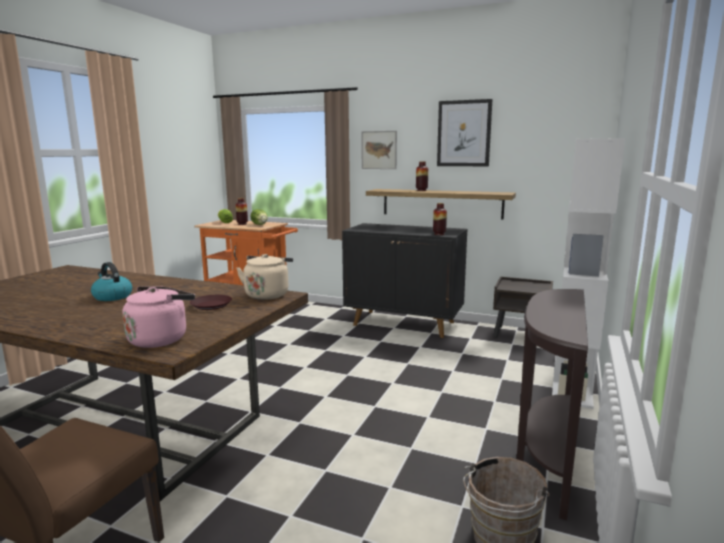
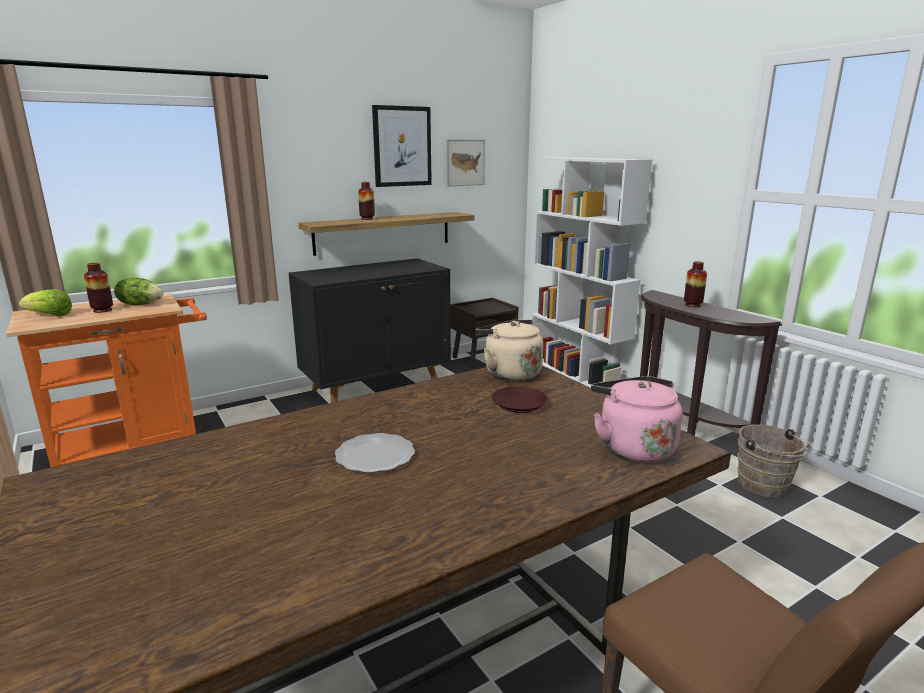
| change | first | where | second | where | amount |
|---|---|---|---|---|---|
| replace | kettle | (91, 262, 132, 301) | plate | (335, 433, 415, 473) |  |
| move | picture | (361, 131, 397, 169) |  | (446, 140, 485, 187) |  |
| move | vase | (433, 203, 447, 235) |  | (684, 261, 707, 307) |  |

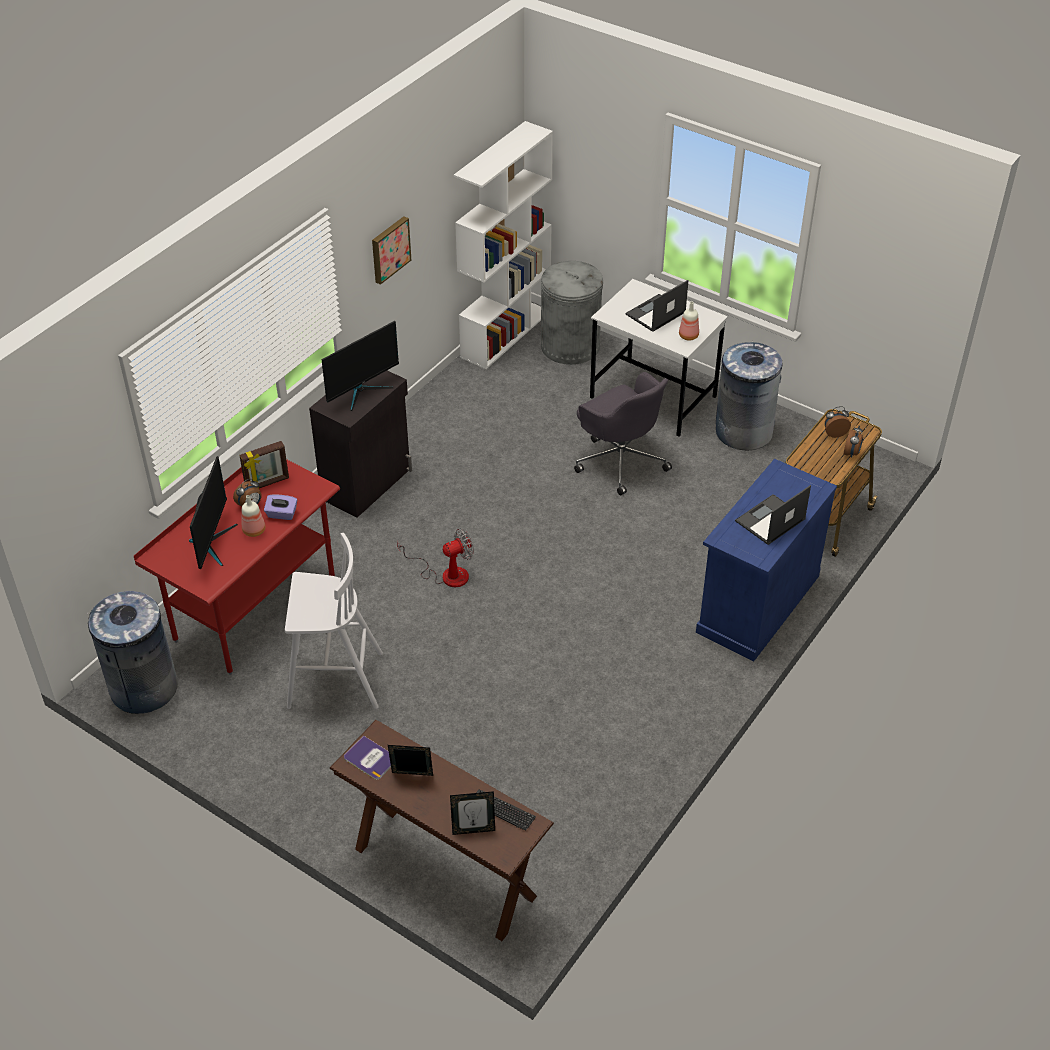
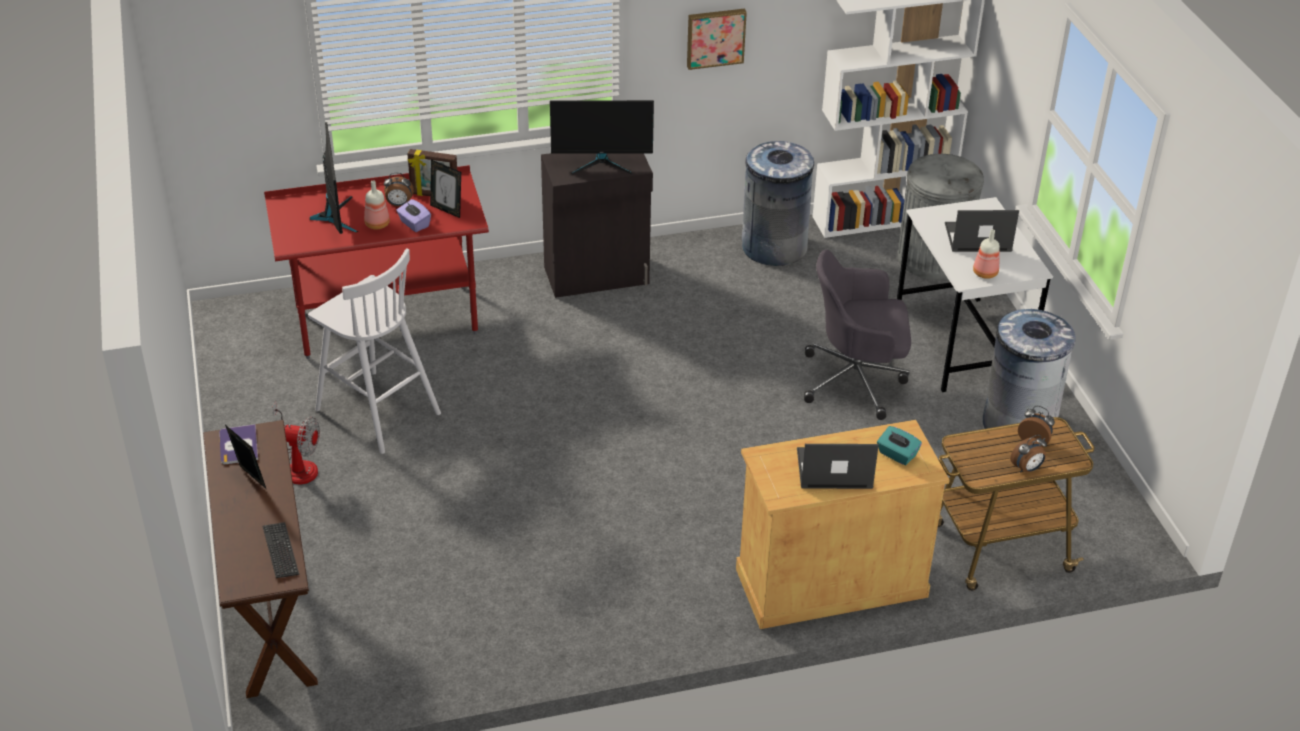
| change | first | where | second | where | amount |
|---|---|---|---|---|---|
| move | grey trash can | (87, 591, 178, 714) |  | (742, 141, 814, 266) |  |
| rotate | monitor | (189, 456, 238, 569) |  | (310, 122, 358, 234) | 60 degrees counterclockwise |
| move | fan | (397, 528, 474, 587) |  | (272, 402, 320, 484) |  |
| move | picture frame | (450, 791, 495, 835) |  | (430, 160, 461, 218) |  |
| rotate | grey office chair | (574, 372, 672, 495) |  | (804, 249, 911, 420) | 90 degrees clockwise |
| recolor | blue cabinet | (696, 459, 837, 661) | beige cabinet | (736, 420, 950, 629) |  |
| insert |  |  | turquoise tissue box | (877, 426, 922, 465) |  |

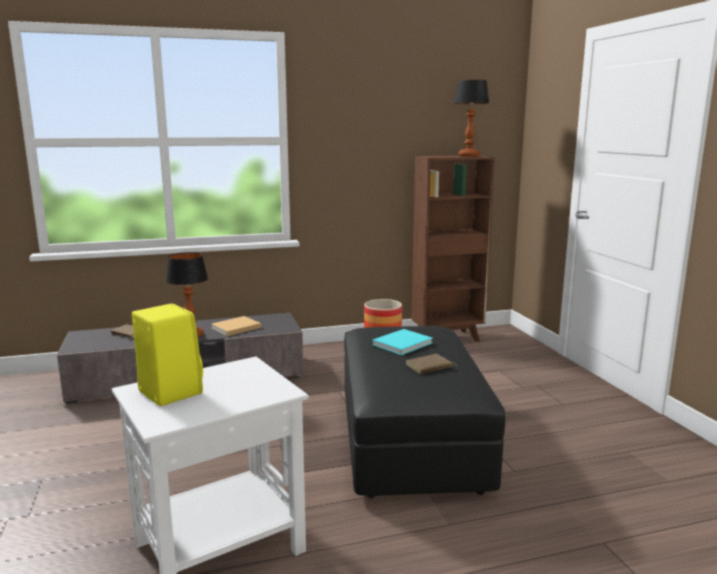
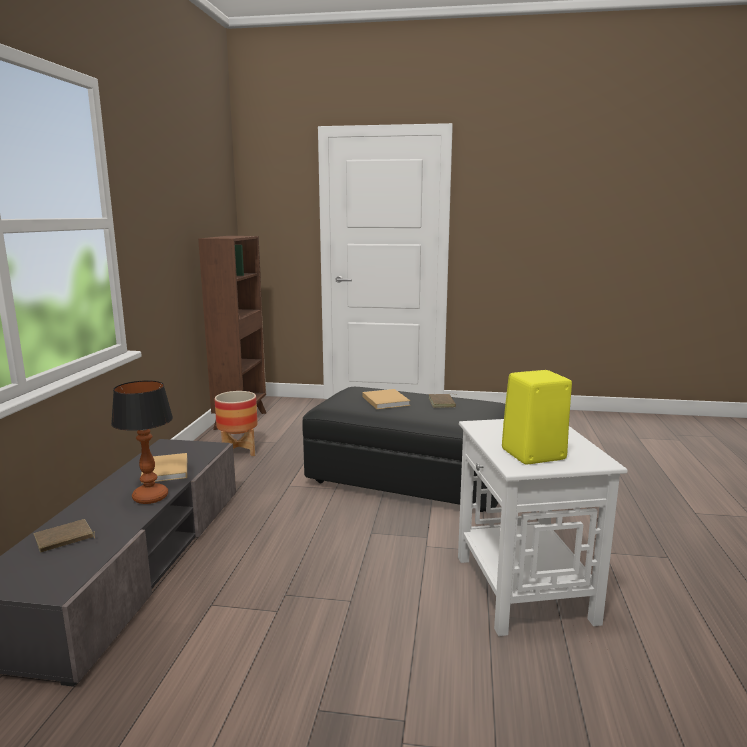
| change | first | where | second | where | amount |
|---|---|---|---|---|---|
| recolor | turquoise book | (372, 329, 433, 355) | beige book | (362, 389, 410, 409) |  |
| delete | table lamp | (454, 80, 489, 157) |  |  |  |

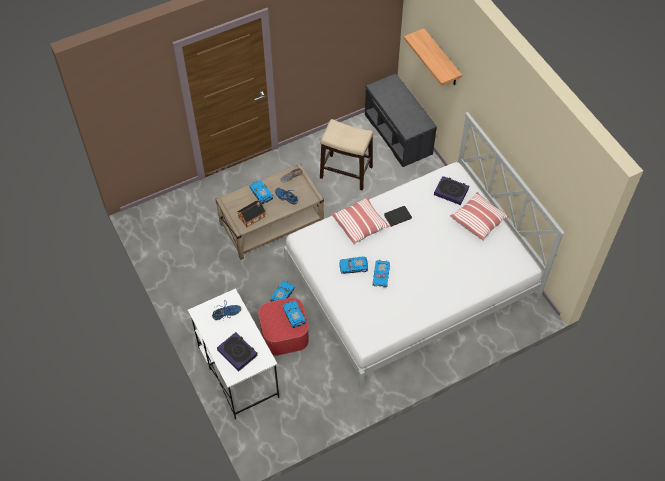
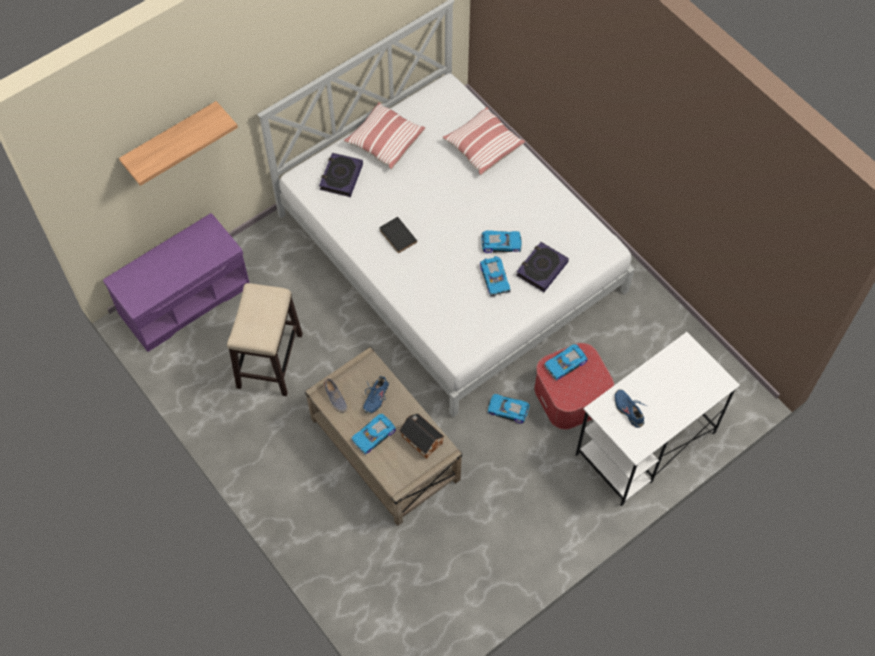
| change | first | where | second | where | amount |
|---|---|---|---|---|---|
| move | book | (217, 332, 258, 371) |  | (516, 242, 569, 292) |  |
| move | pillow | (332, 197, 389, 245) |  | (443, 107, 525, 175) |  |
| recolor | grey bench | (365, 74, 437, 167) | purple bench | (103, 213, 249, 352) |  |

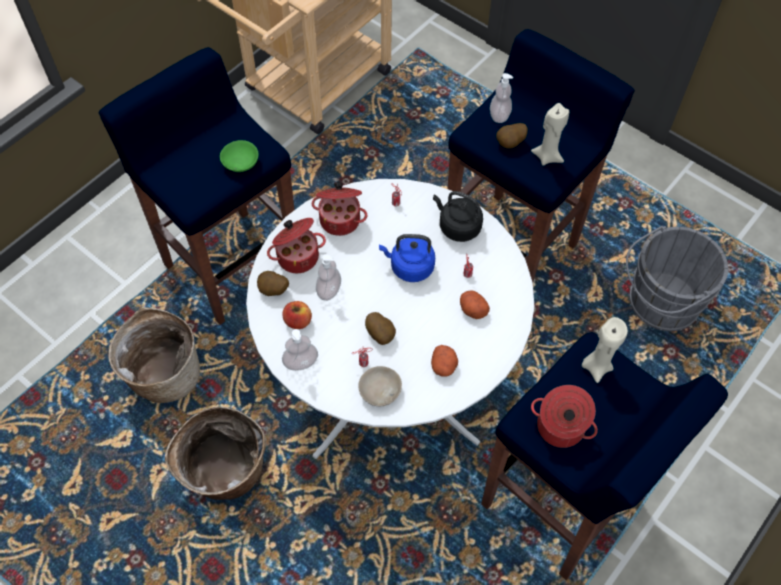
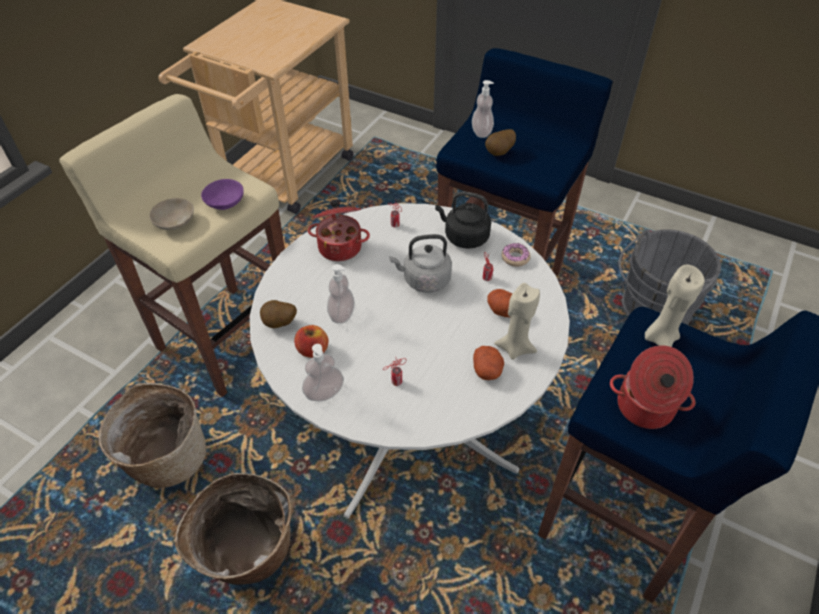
| change | first | where | second | where | amount |
|---|---|---|---|---|---|
| recolor | blue stool | (99, 47, 294, 325) | beige stool | (59, 94, 285, 397) |  |
| recolor | green bowl | (220, 140, 259, 172) | purple bowl | (201, 179, 244, 210) |  |
| delete | cooking pot | (267, 218, 326, 273) |  |  |  |
| move | beige bowl | (359, 366, 402, 406) |  | (149, 198, 194, 230) |  |
| delete | potato | (365, 312, 396, 345) |  |  |  |
| recolor | blue kettle | (379, 234, 435, 282) | grey kettle | (389, 234, 452, 293) |  |
| move | beige candle | (531, 103, 569, 166) |  | (494, 283, 540, 360) |  |
| insert |  |  | donut | (502, 243, 530, 267) |  |

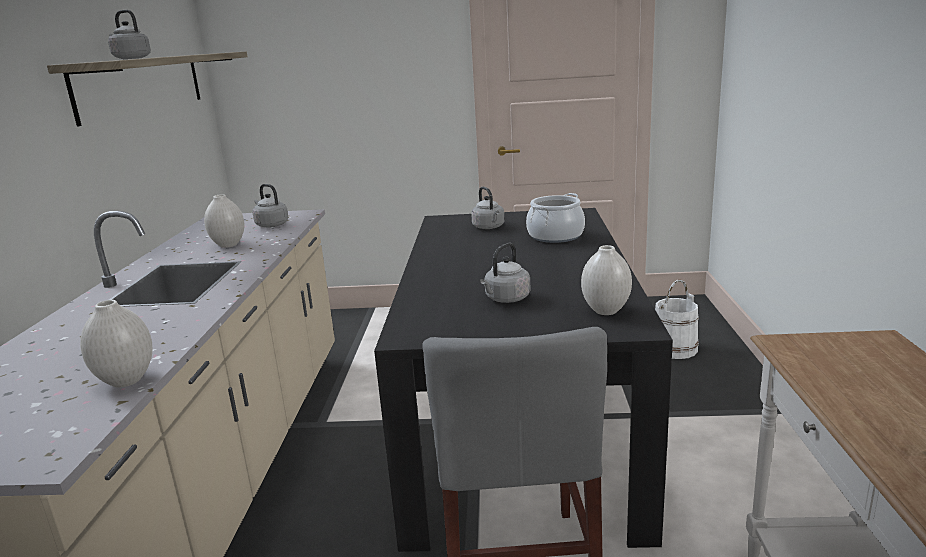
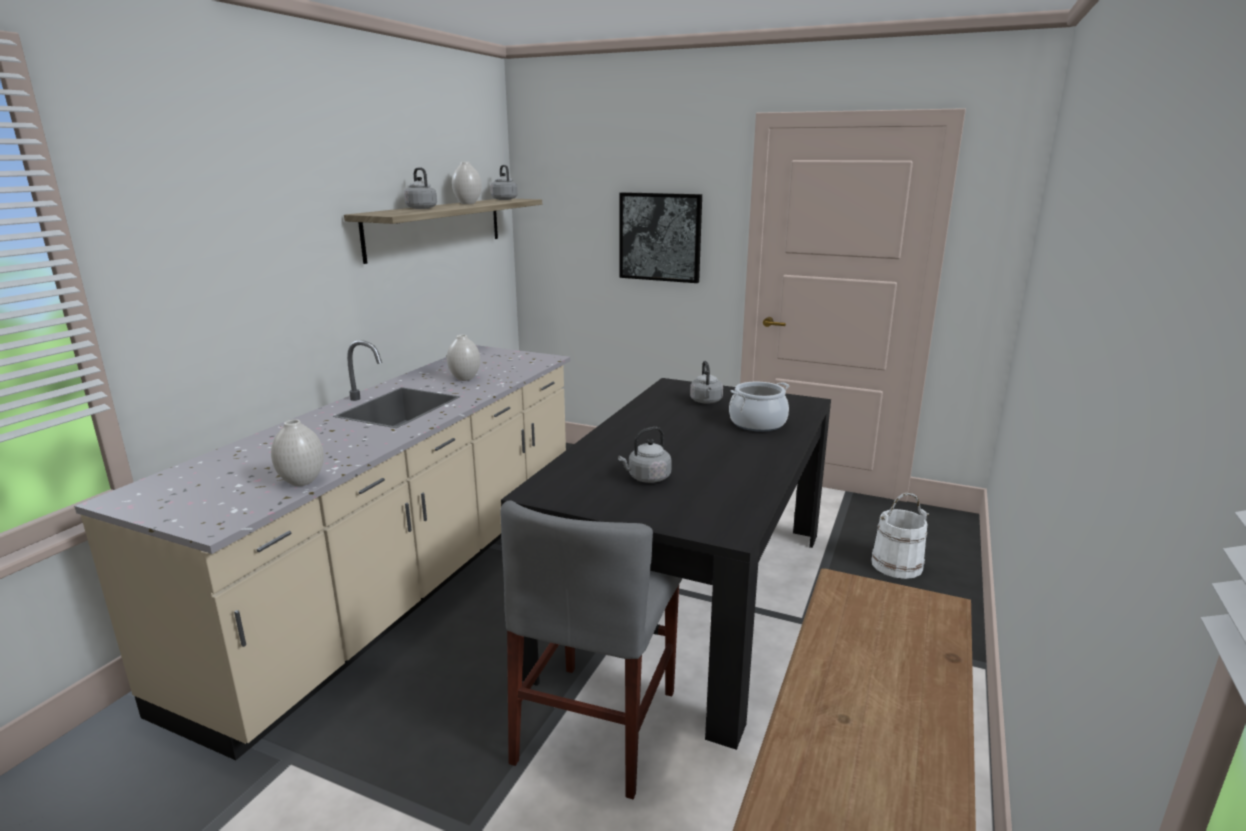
| change | first | where | second | where | amount |
|---|---|---|---|---|---|
| move | grey kettle | (252, 184, 288, 228) |  | (490, 165, 518, 200) |  |
| move | white vase | (581, 245, 632, 315) |  | (452, 162, 482, 204) |  |
| insert |  |  | picture | (619, 192, 702, 283) |  |

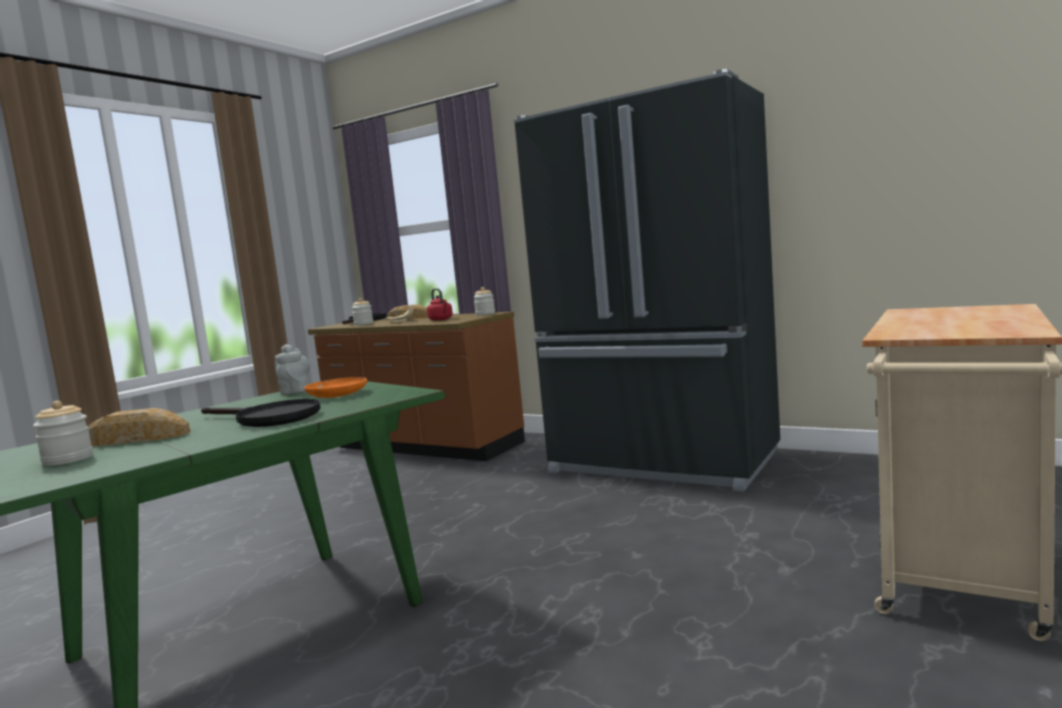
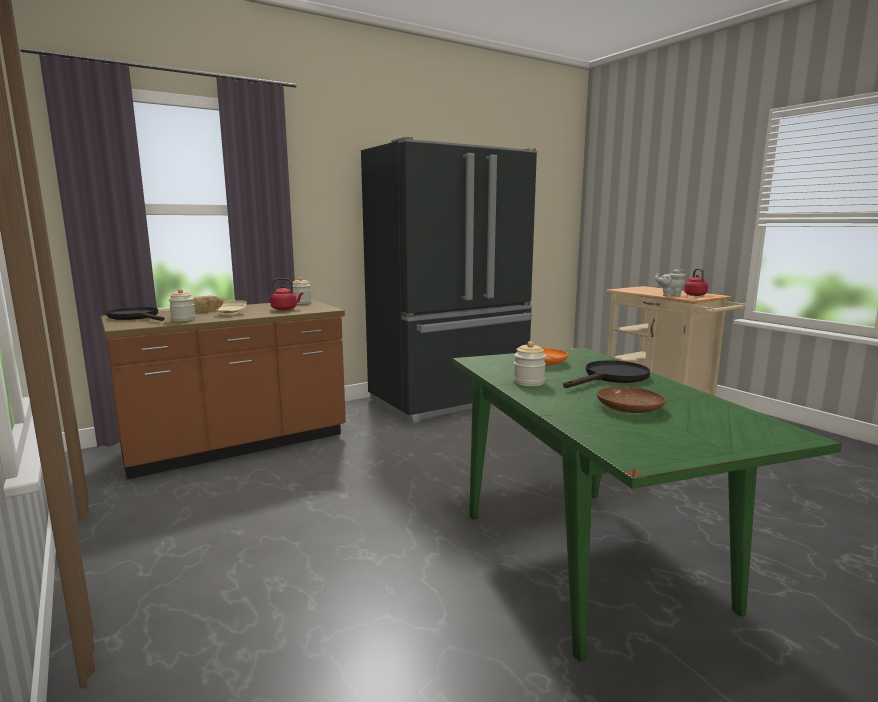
| change | first | where | second | where | amount |
|---|---|---|---|---|---|
| move | jar | (33, 401, 93, 466) |  | (514, 341, 546, 386) |  |
| replace | bread | (88, 408, 190, 446) | brown plate | (597, 386, 666, 413) |  |
| move | grey teapot | (275, 344, 310, 395) |  | (655, 269, 685, 297) |  |
| insert |  |  | red kettle | (684, 268, 708, 296) |  |

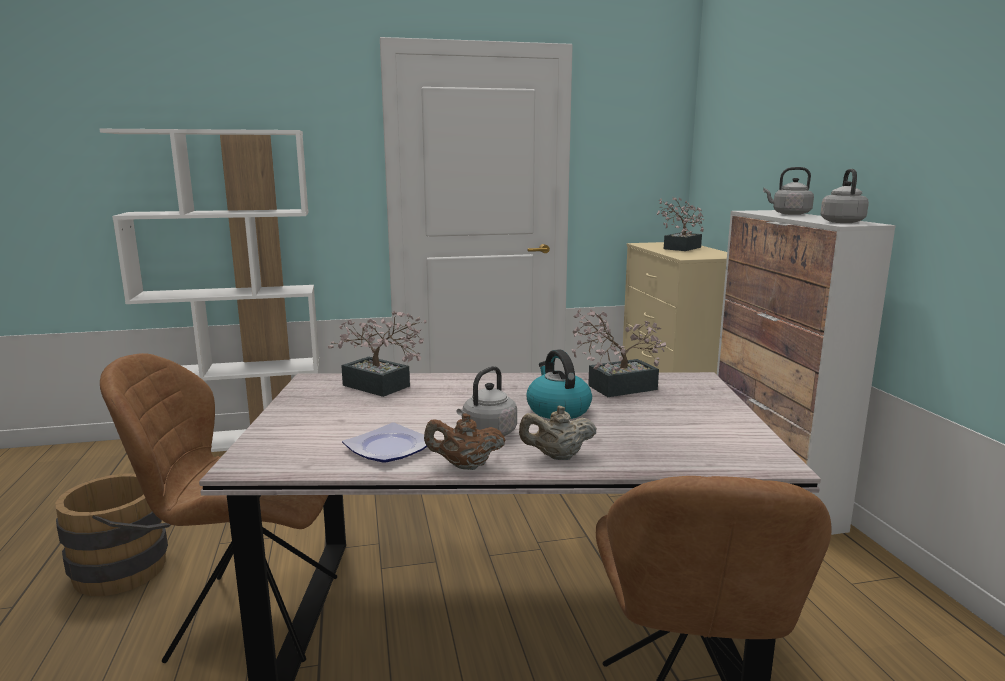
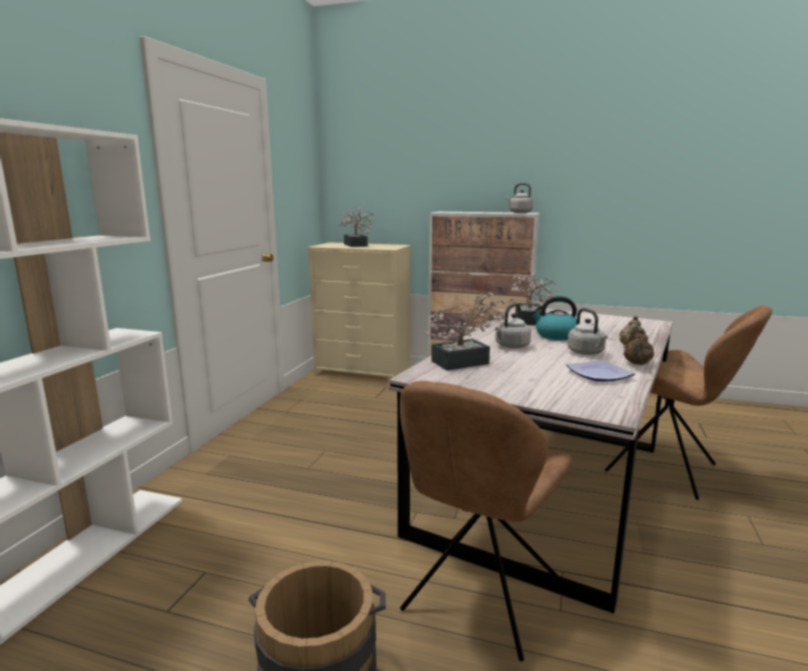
| change | first | where | second | where | amount |
|---|---|---|---|---|---|
| move | grey kettle | (763, 167, 814, 215) |  | (495, 303, 531, 348) |  |

